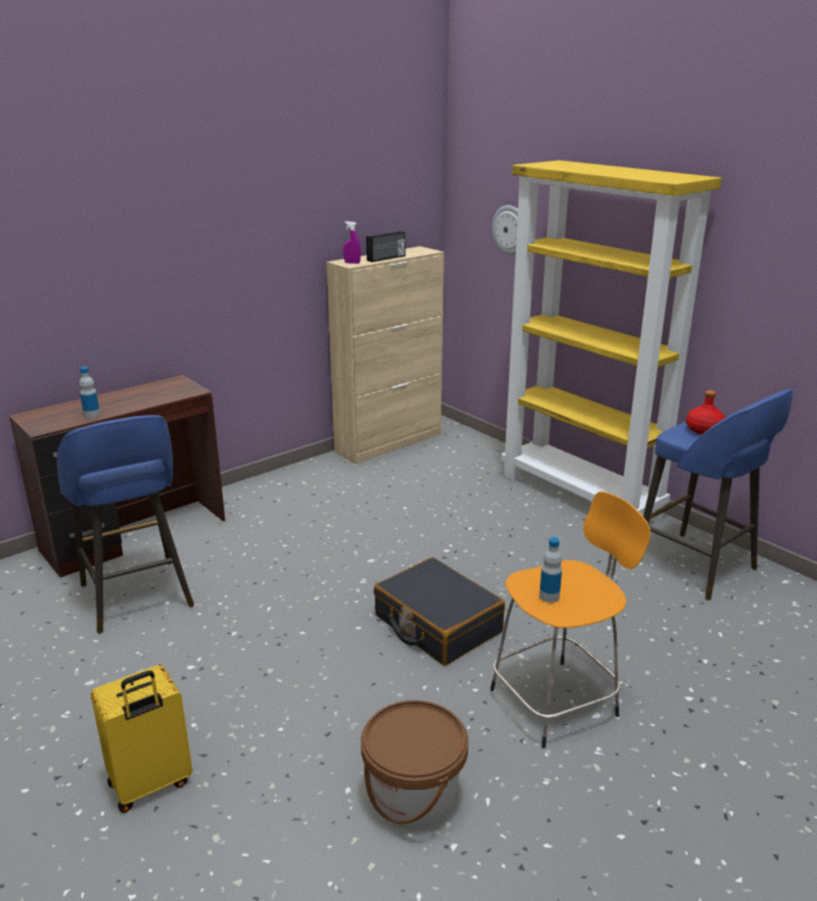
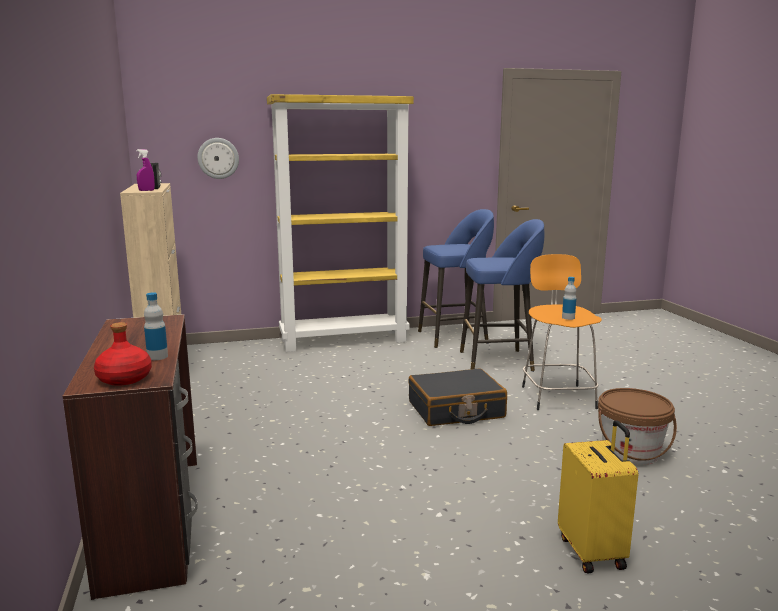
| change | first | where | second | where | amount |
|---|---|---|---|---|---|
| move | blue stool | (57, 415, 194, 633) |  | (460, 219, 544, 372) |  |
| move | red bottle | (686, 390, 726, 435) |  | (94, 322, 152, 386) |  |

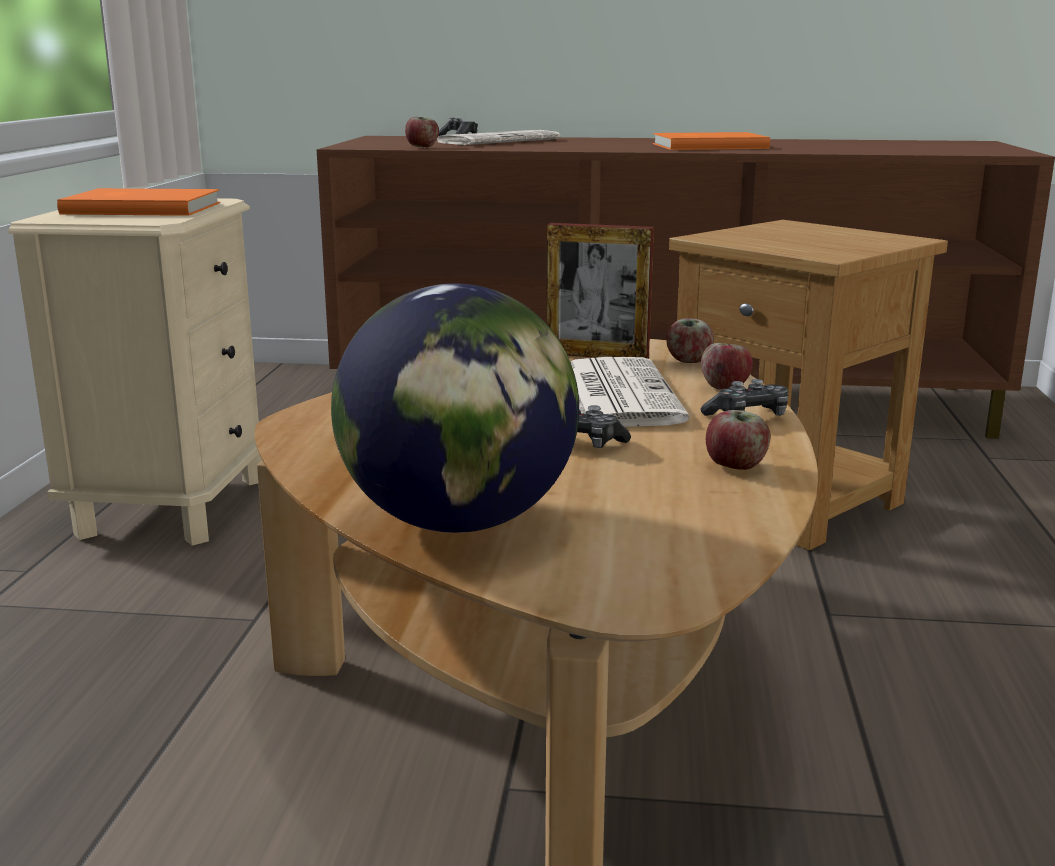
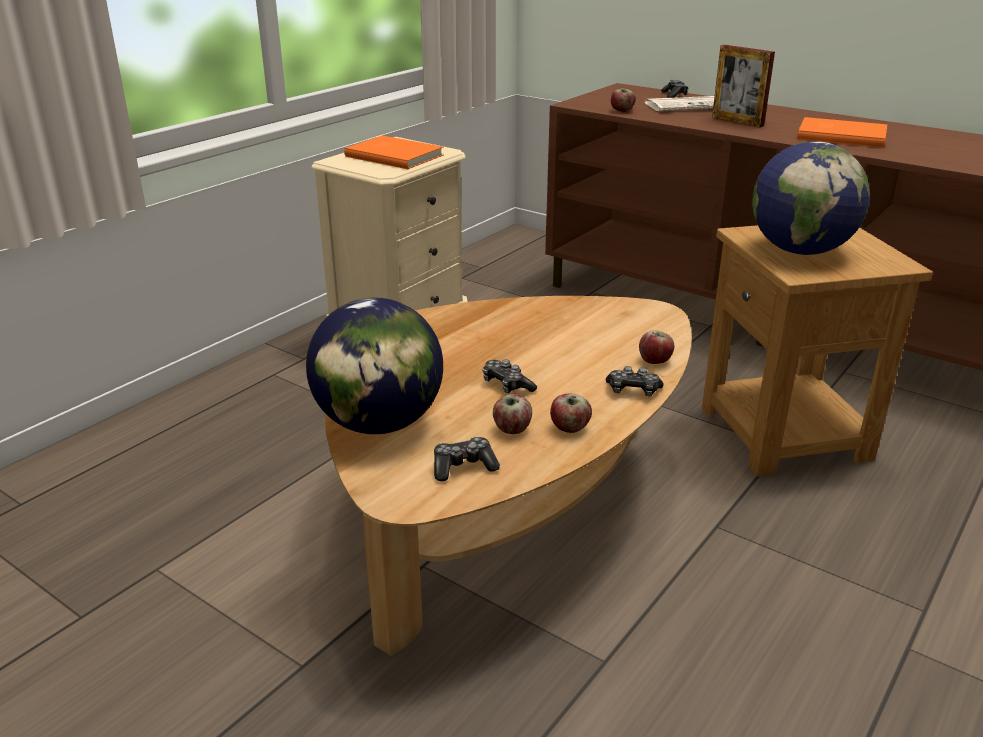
| change | first | where | second | where | amount |
|---|---|---|---|---|---|
| move | picture frame | (547, 223, 654, 359) |  | (712, 45, 775, 127) |  |
| delete | newspaper | (570, 357, 689, 427) |  |  |  |
| move | apple | (666, 318, 714, 363) |  | (493, 394, 532, 434) |  |
| insert |  |  | game controller | (434, 437, 500, 481) |  |
| insert |  |  | globe | (752, 141, 870, 255) |  |

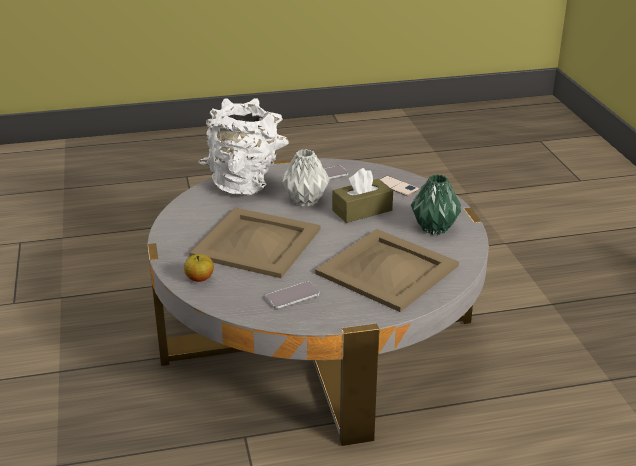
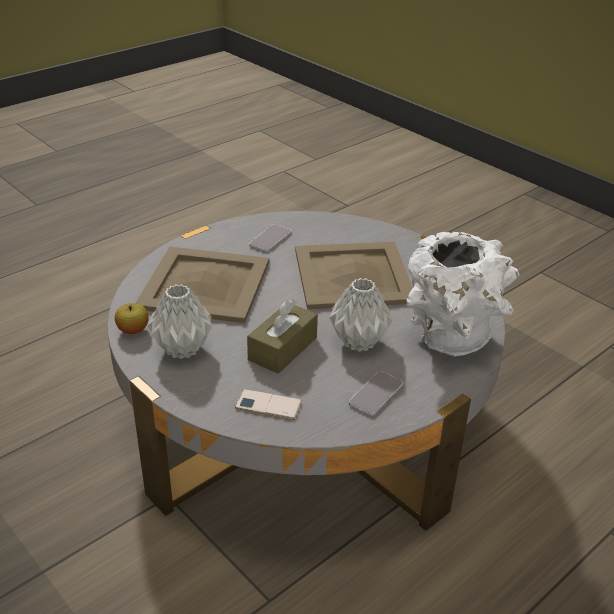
| change | first | where | second | where | amount |
|---|---|---|---|---|---|
| move | apple | (184, 254, 214, 282) |  | (115, 303, 149, 334) |  |
| recolor | green vase | (411, 175, 461, 235) | grey vase | (148, 284, 212, 359) |  |

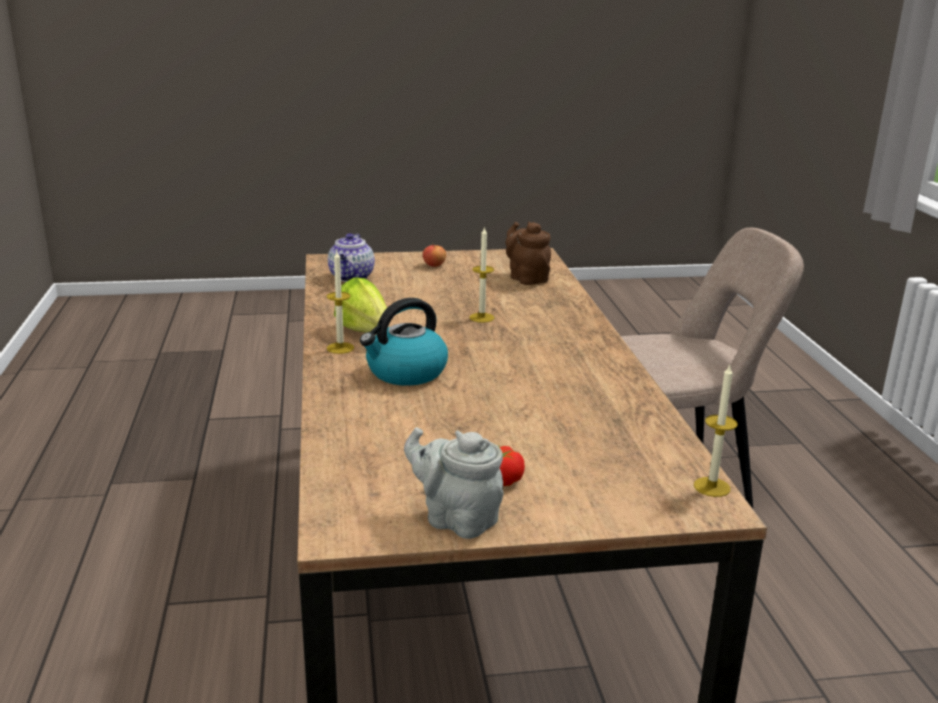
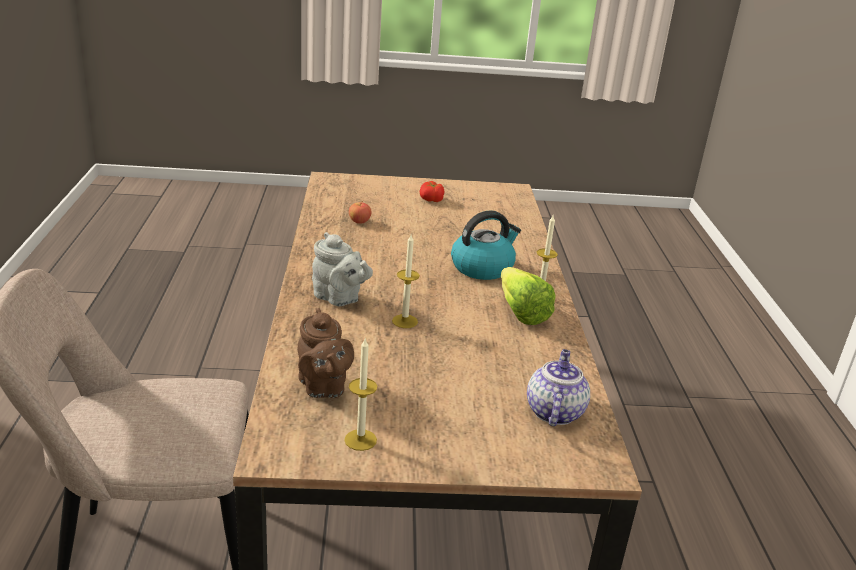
| change | first | where | second | where | amount |
|---|---|---|---|---|---|
| move | grey teapot | (404, 427, 504, 539) |  | (312, 232, 373, 306) |  |
| move | apple | (423, 244, 446, 267) |  | (349, 202, 372, 224) |  |
| move | candle | (694, 364, 738, 497) |  | (344, 339, 377, 451) |  |

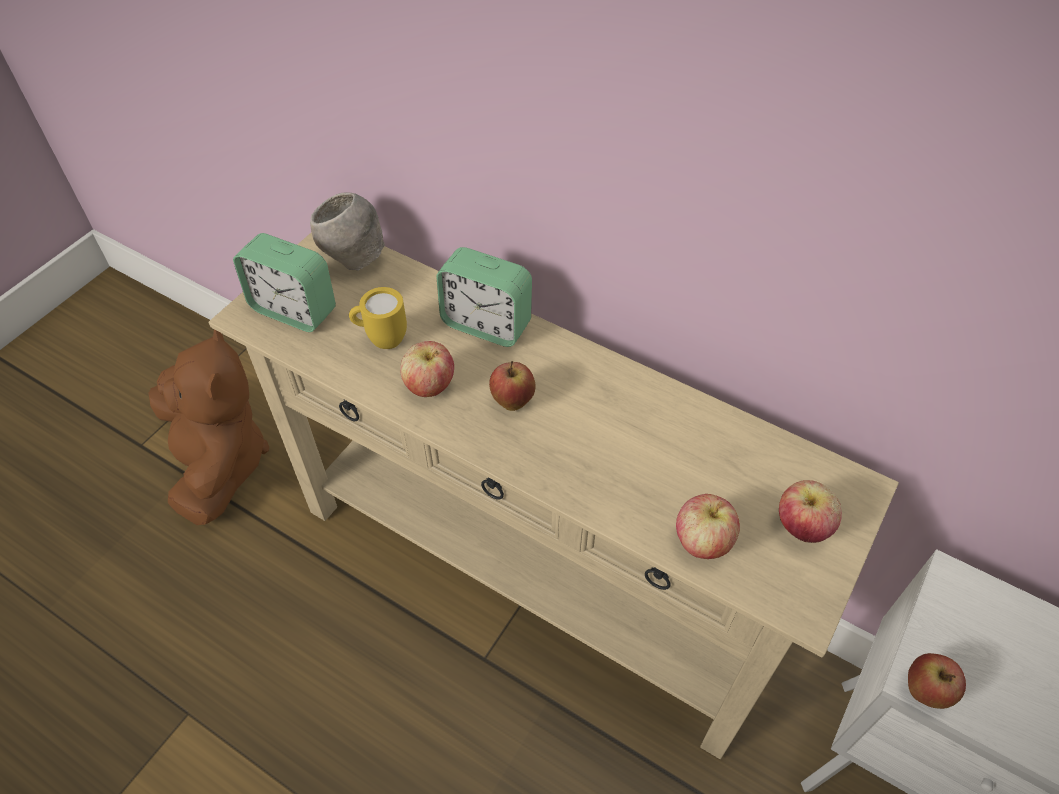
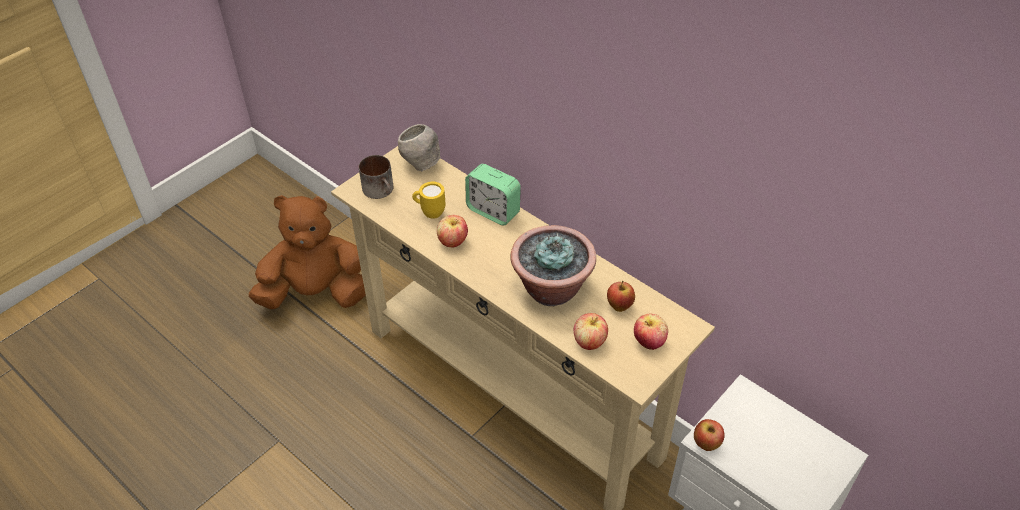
| change | first | where | second | where | amount |
|---|---|---|---|---|---|
| rotate | brown plush toy | (149, 329, 269, 525) |  | (249, 195, 366, 309) | 90 degrees counterclockwise |
| replace | alarm clock | (233, 233, 336, 332) | mug | (359, 155, 393, 199) |  |
| move | apple | (489, 361, 535, 411) |  | (607, 281, 635, 312) |  |
| insert |  |  | potted plant | (511, 225, 596, 306) |  |

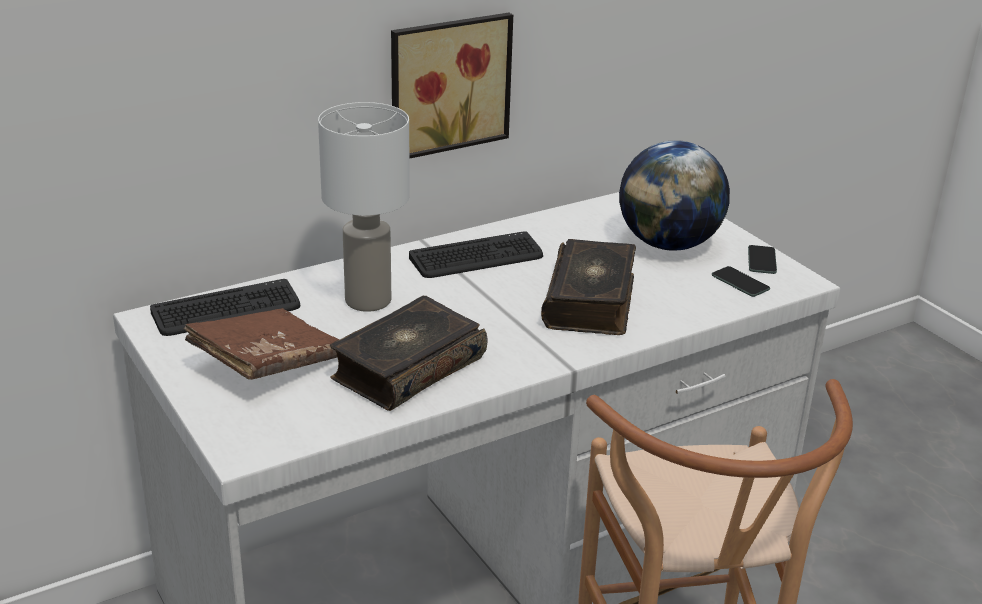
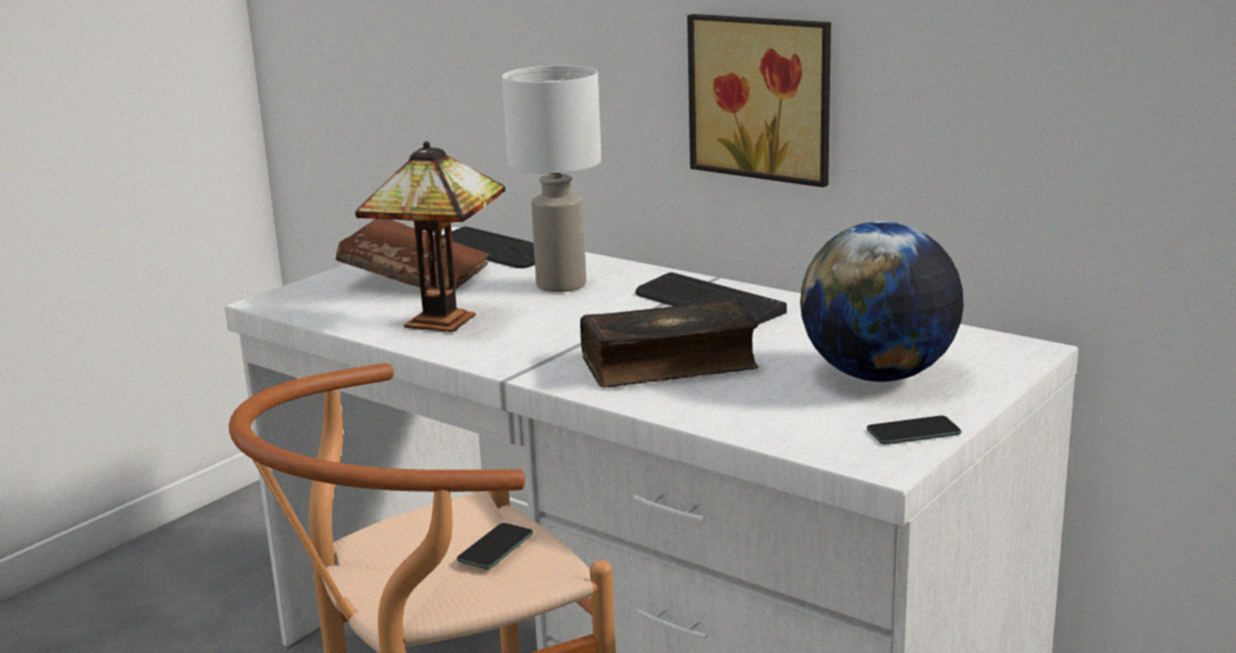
| change | first | where | second | where | amount |
|---|---|---|---|---|---|
| replace | book | (330, 296, 487, 411) | table lamp | (355, 141, 505, 332) |  |
| move | phone | (712, 266, 770, 297) |  | (457, 523, 533, 569) |  |

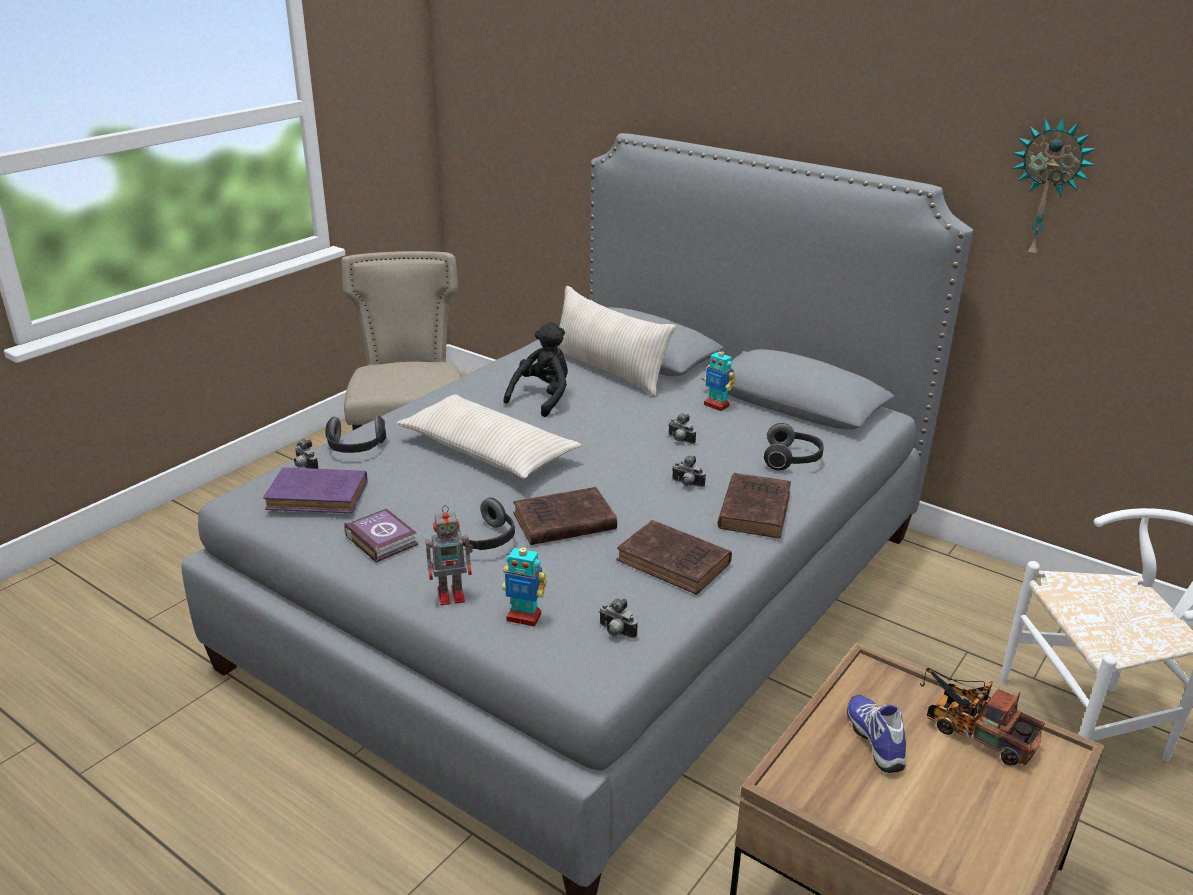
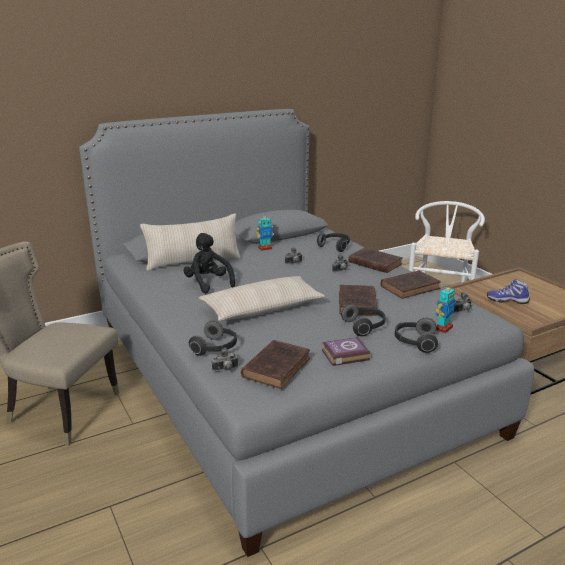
| change | first | where | second | where | amount |
|---|---|---|---|---|---|
| recolor | purple book | (263, 467, 368, 513) | brown book | (241, 340, 310, 389) |  |
| replace | toy robot | (426, 505, 473, 605) | headphones | (395, 318, 438, 353) |  |
| delete | toy truck | (920, 668, 1045, 765) |  |  |  |
| delete | wall clock | (1012, 118, 1096, 260) |  |  |  |

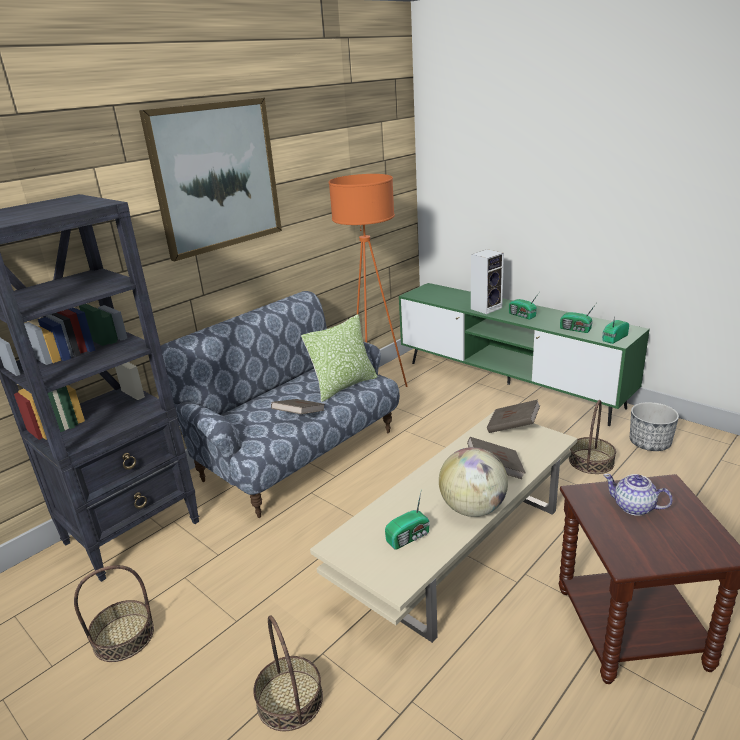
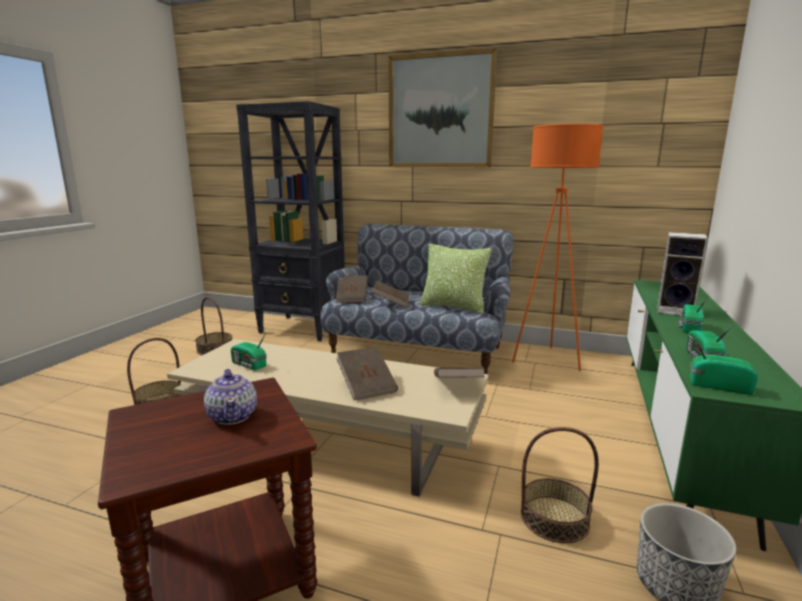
| change | first | where | second | where | amount |
|---|---|---|---|---|---|
| delete | globe | (439, 447, 508, 517) |  |  |  |
| rotate | teapot | (603, 474, 673, 516) |  | (204, 369, 257, 425) | 150 degrees clockwise |
| insert |  |  | brown book | (336, 275, 368, 303) |  |

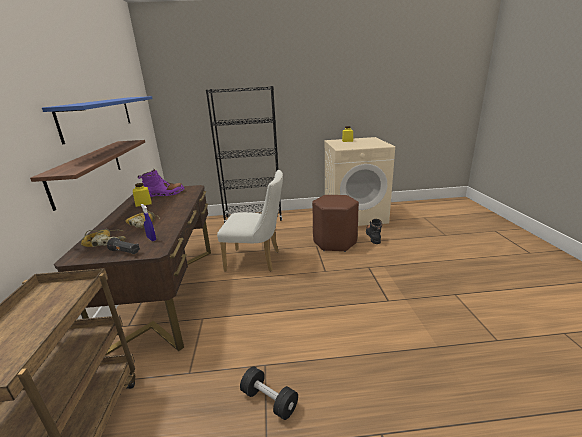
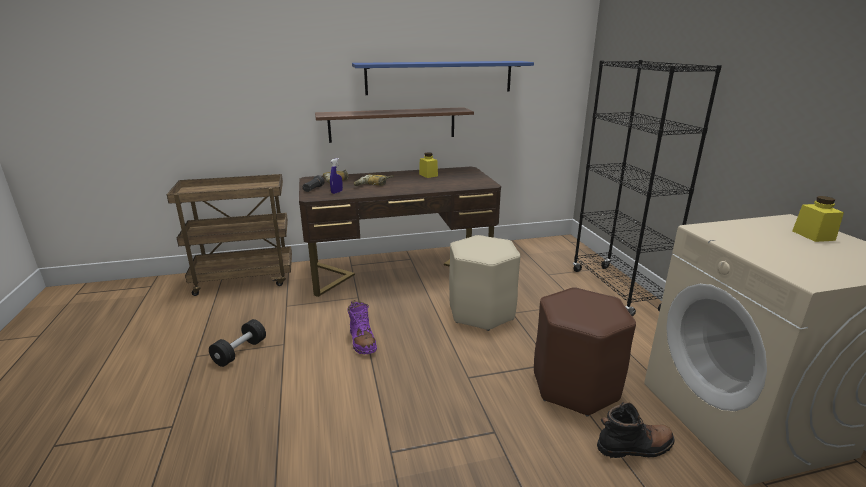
| change | first | where | second | where | amount |
|---|---|---|---|---|---|
| move | purple boot | (138, 169, 185, 197) |  | (347, 300, 377, 354) |  |
| replace | white chair | (217, 170, 283, 272) | beige stool | (449, 235, 520, 331) |  |

